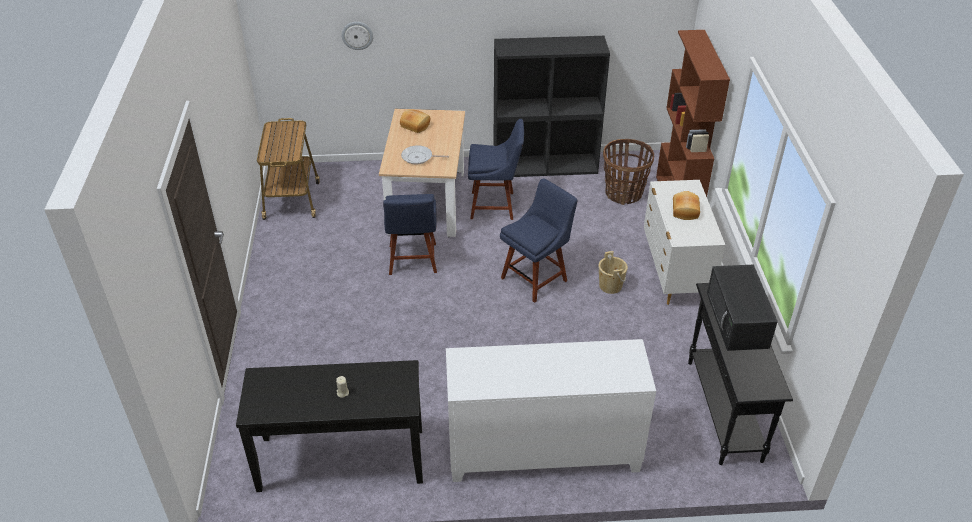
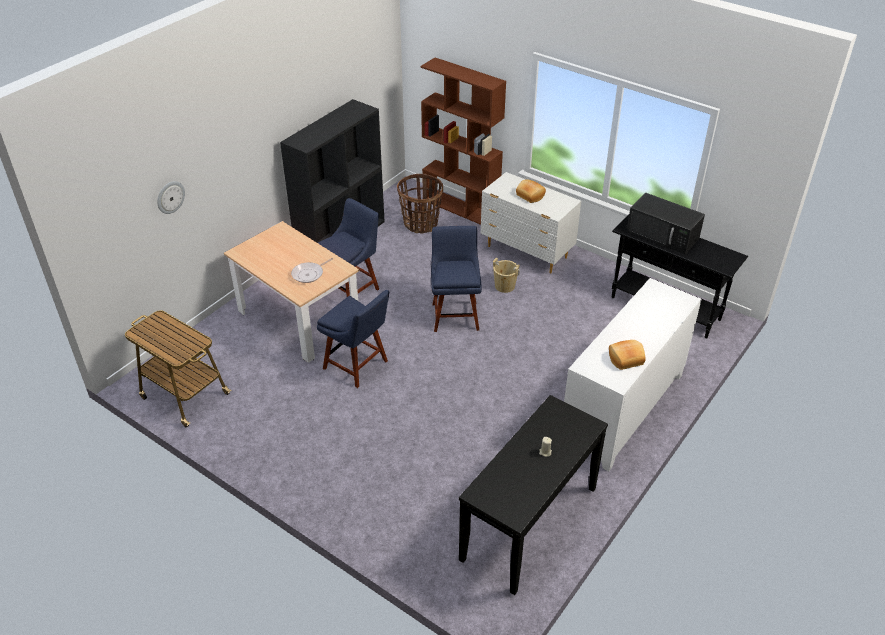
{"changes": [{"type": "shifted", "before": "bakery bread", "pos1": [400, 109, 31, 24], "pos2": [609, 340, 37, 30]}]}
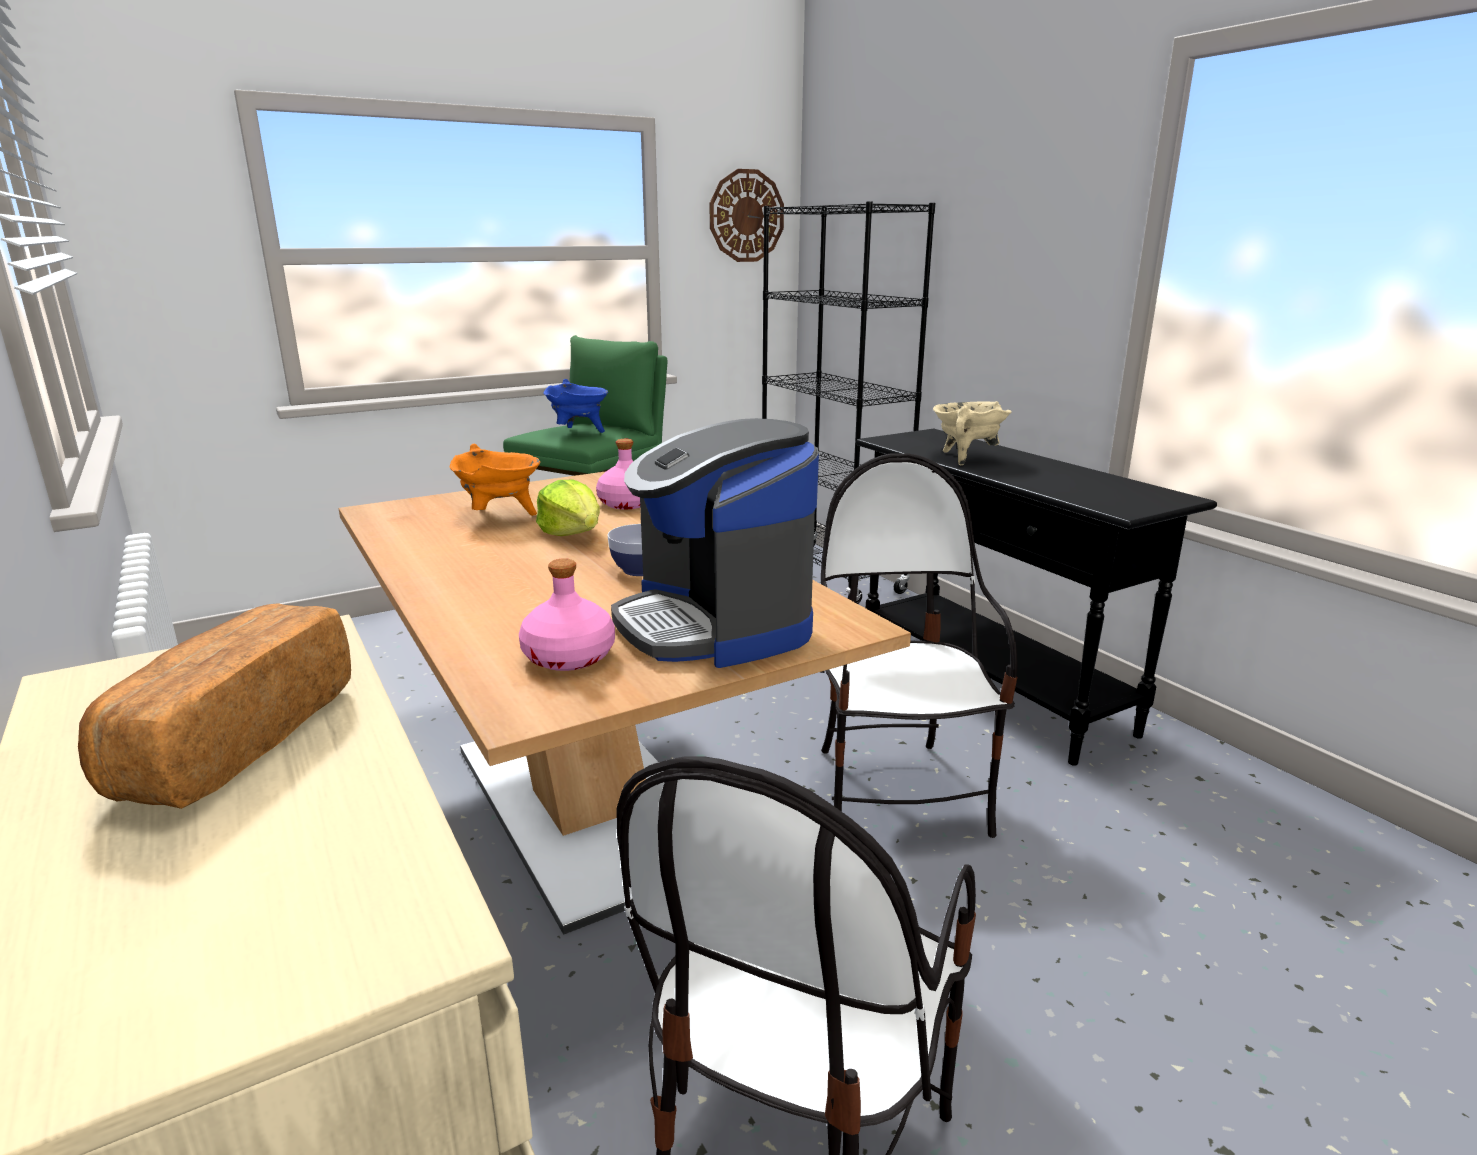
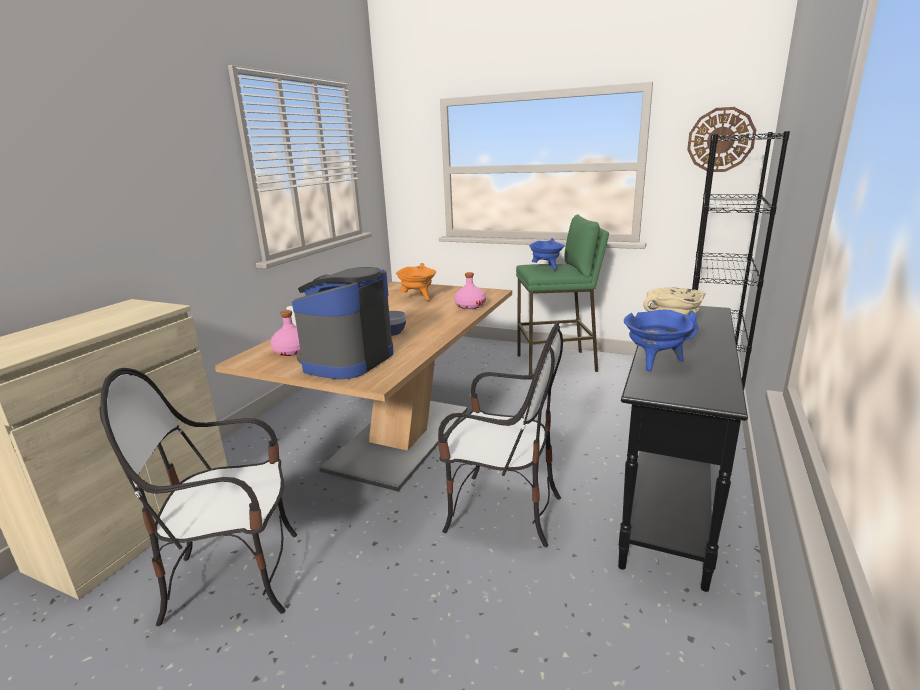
{"changes": [{"type": "gone", "before": "bakery bread", "pos1": [78, 604, 273, 205]}, {"type": "gone", "before": "head of lettuce", "pos1": [536, 479, 64, 57]}, {"type": "rotated", "before": "plain chair", "pos1": [820, 453, 197, 385], "pos2": [438, 322, 125, 225], "turn": 60}, {"type": "new", "after": "blue-coloured cooking pot", "pos2": [624, 309, 74, 63]}]}
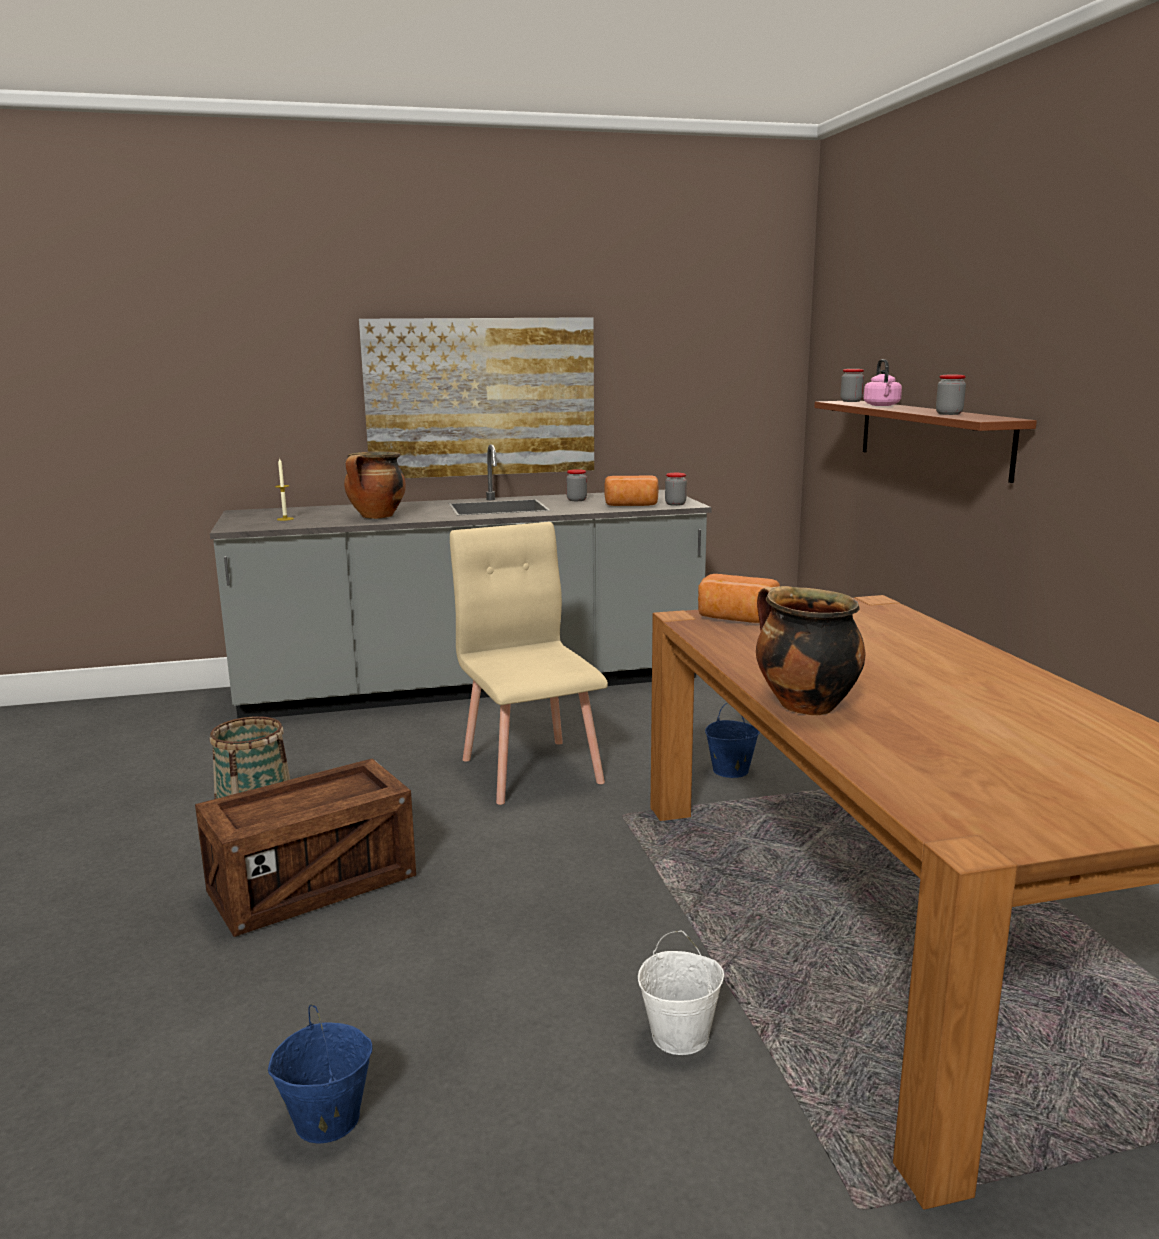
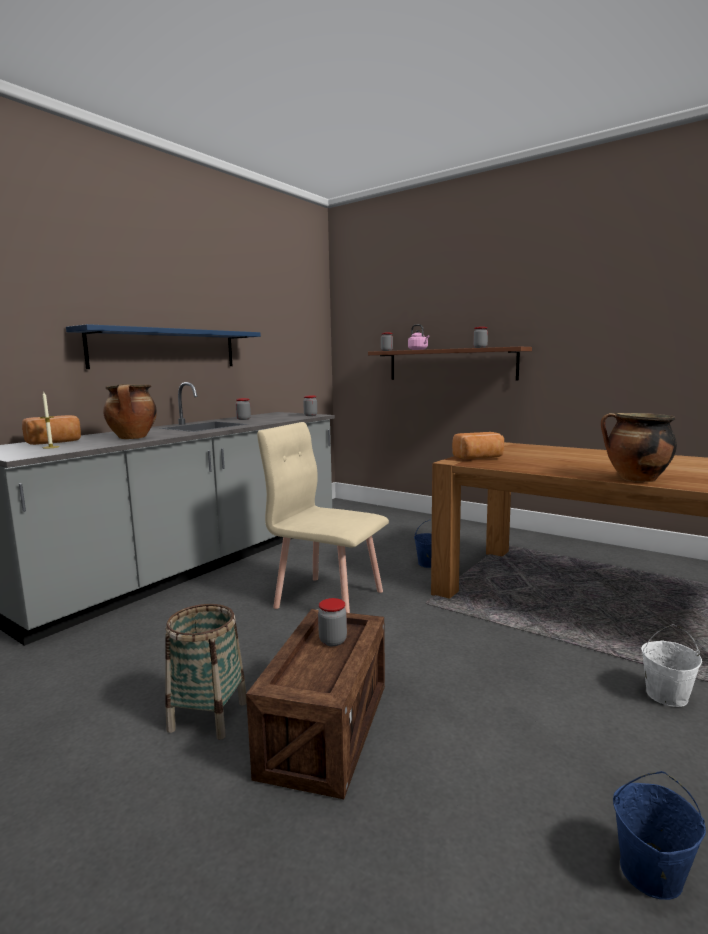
{"changes": [{"type": "swapped", "before": "wall picture", "after": "blue-coloured wall shelf", "pos1": [359, 317, 235, 161], "pos2": [66, 324, 195, 45]}, {"type": "shifted", "before": "bakery bread", "pos1": [605, 475, 54, 31], "pos2": [22, 415, 59, 30]}, {"type": "new", "after": "preserve jar", "pos2": [318, 598, 29, 48]}]}
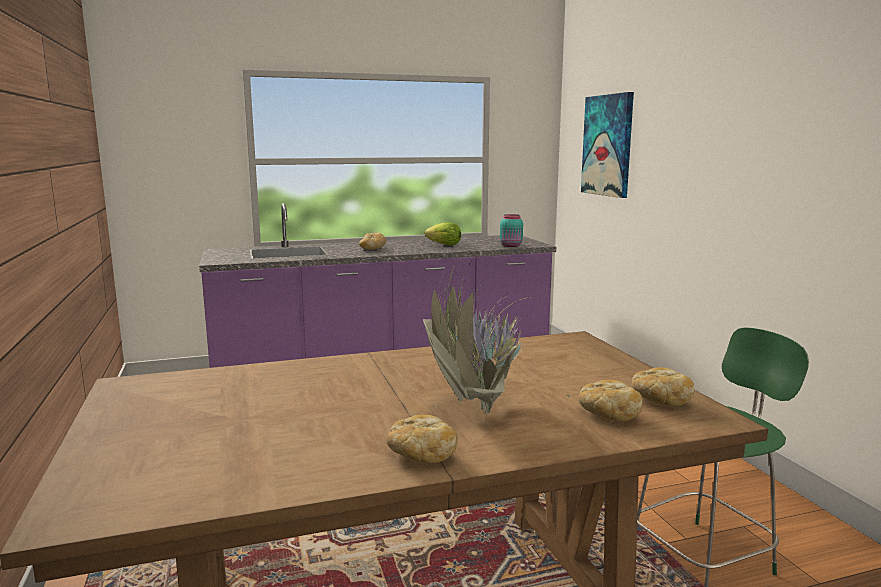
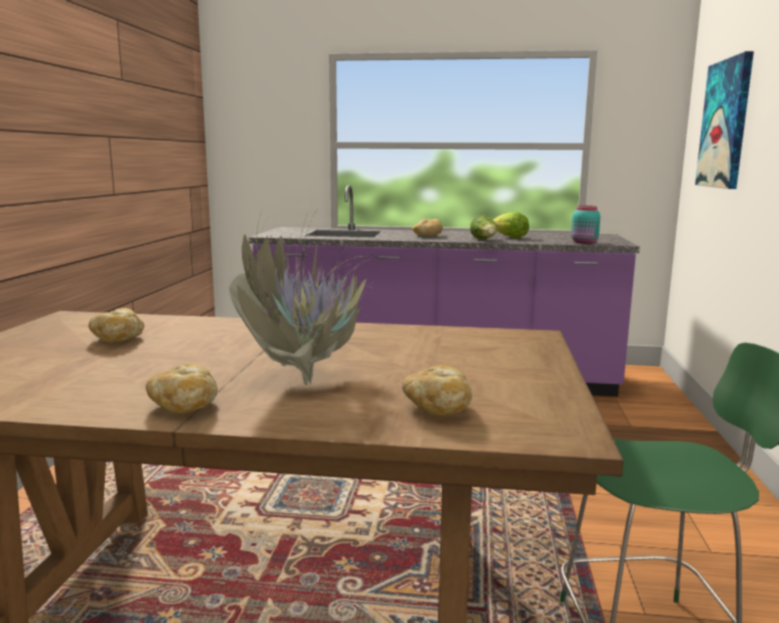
{"changes": [{"type": "shifted", "before": "bakery bread", "pos1": [632, 367, 63, 39], "pos2": [88, 308, 56, 35]}, {"type": "new", "after": "head of lettuce", "pos2": [470, 215, 27, 24]}]}
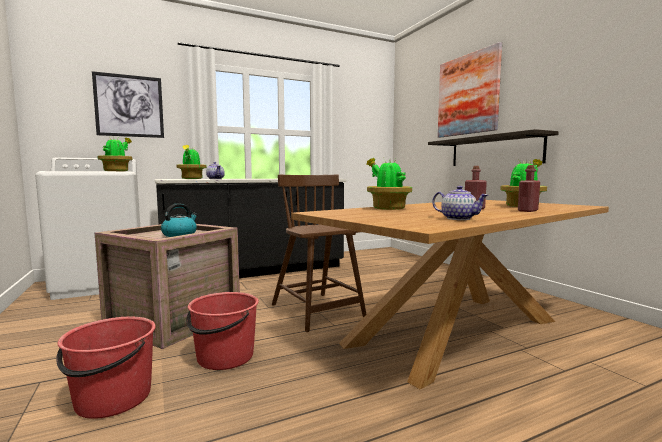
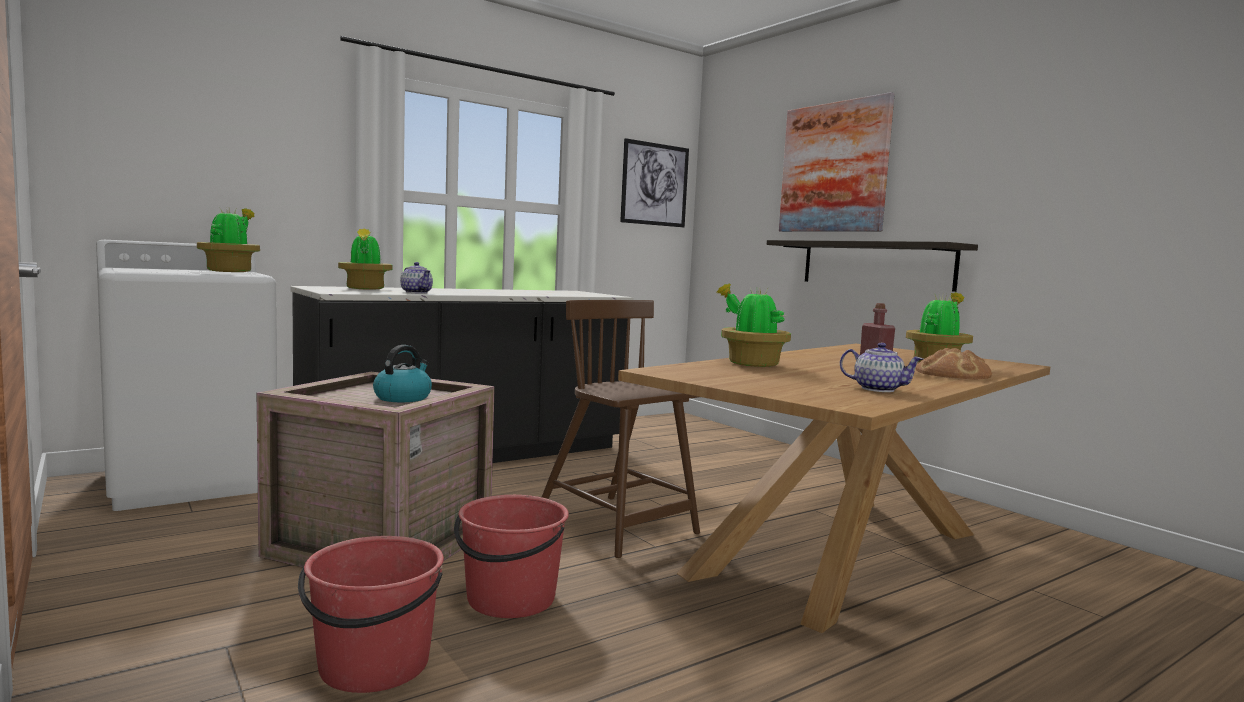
{"changes": [{"type": "shifted", "before": "wall picture", "pos1": [92, 71, 72, 67], "pos2": [620, 138, 69, 89]}, {"type": "swapped", "before": "reddish drink bottle", "after": "bakery bread", "pos1": [518, 165, 22, 47], "pos2": [916, 348, 76, 32]}]}
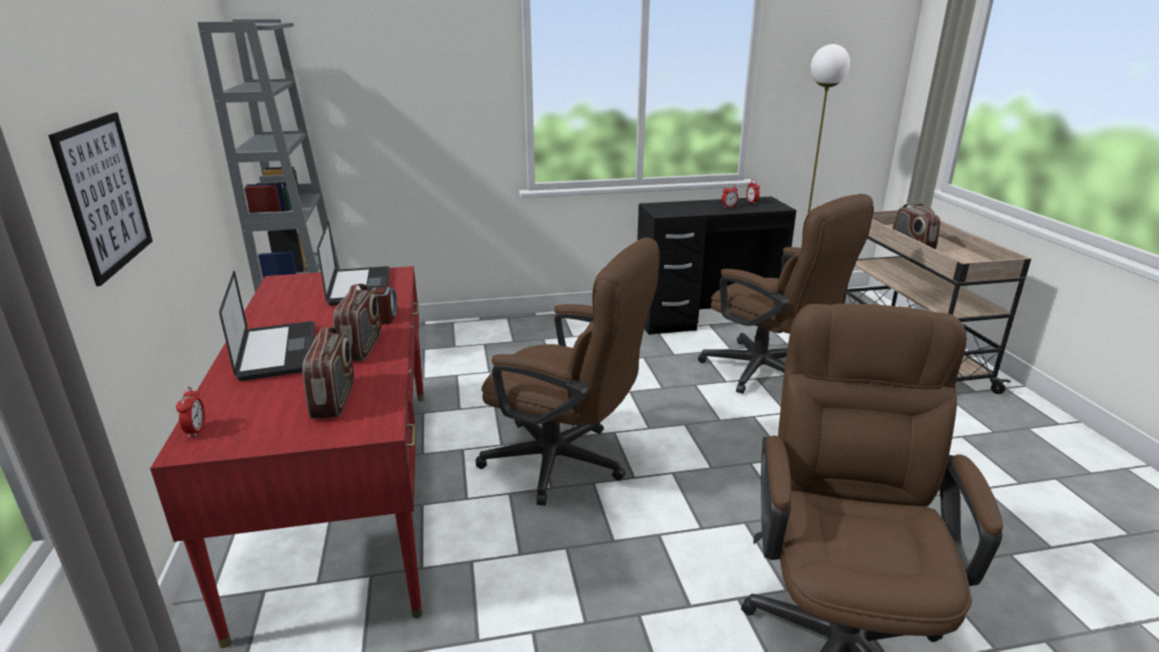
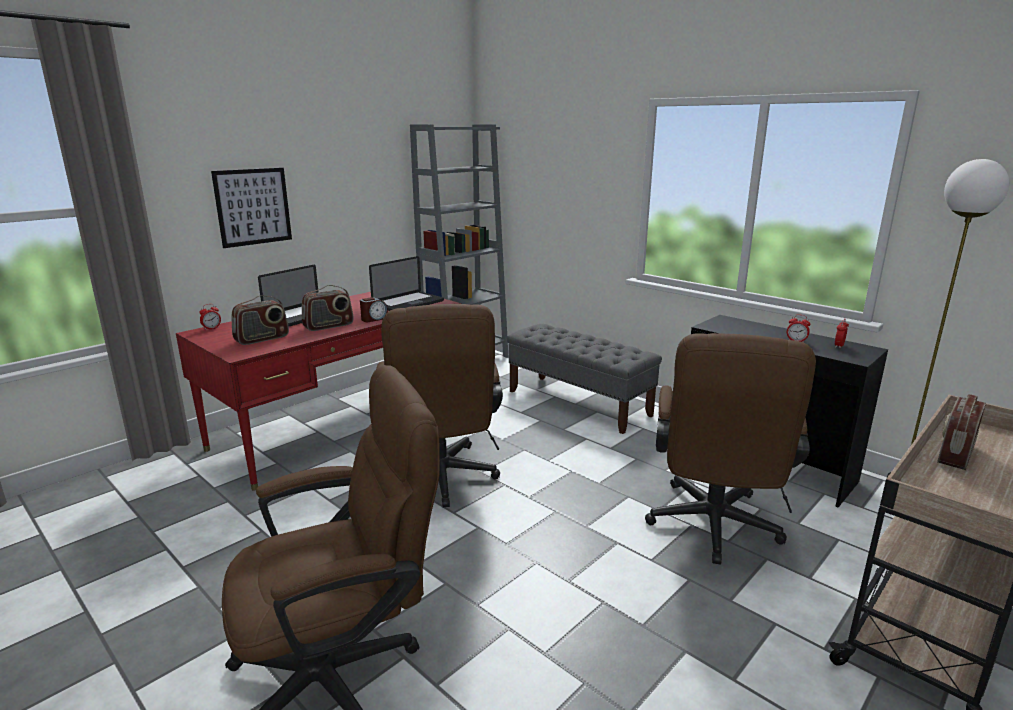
{"changes": [{"type": "new", "after": "grey indoor bench", "pos2": [507, 324, 155, 110]}]}
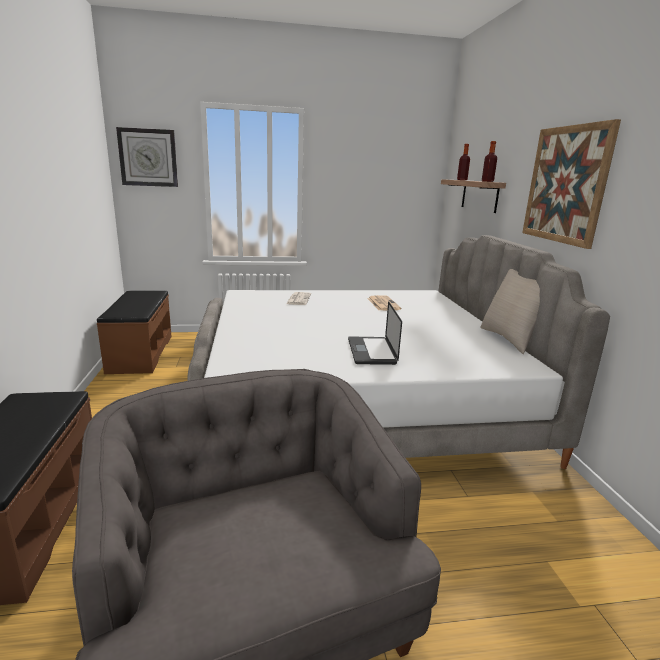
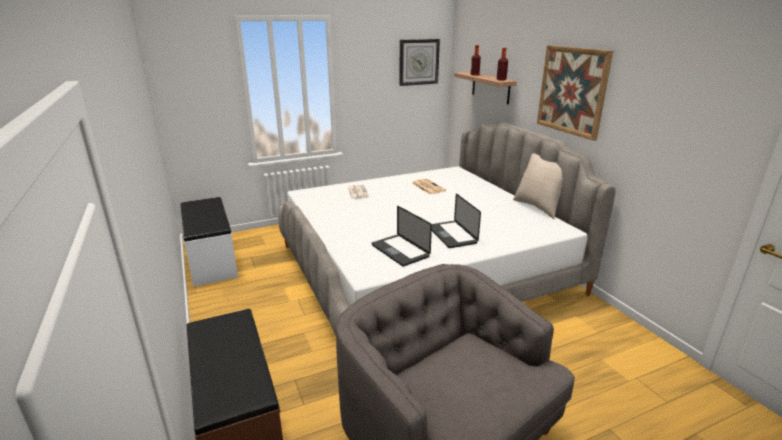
{"changes": [{"type": "repainted", "before": "brown-coloured indoor bench", "after": "white-coloured indoor bench", "pos1": [97, 291, 75, 83], "pos2": [181, 197, 57, 90]}, {"type": "shifted", "before": "wall clock", "pos1": [116, 127, 62, 60], "pos2": [399, 39, 41, 47]}, {"type": "new", "after": "portable computer", "pos2": [372, 206, 60, 61]}]}
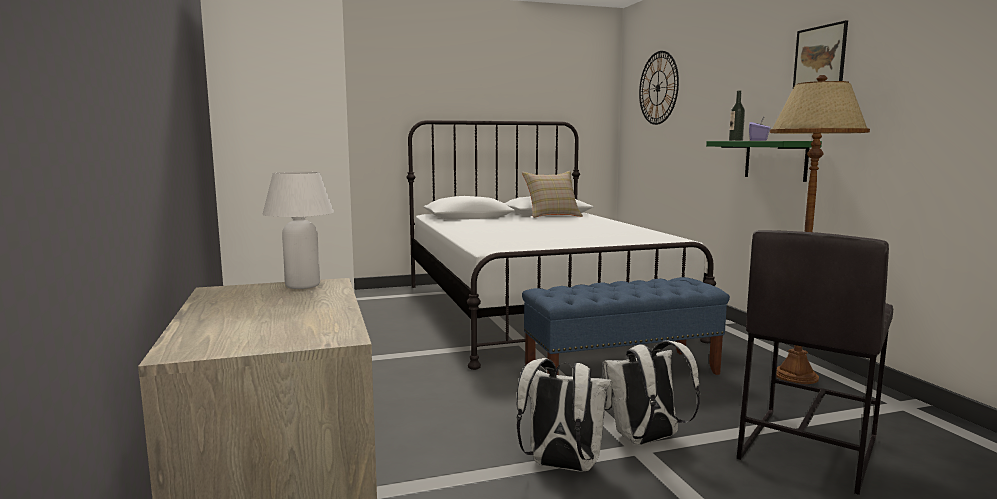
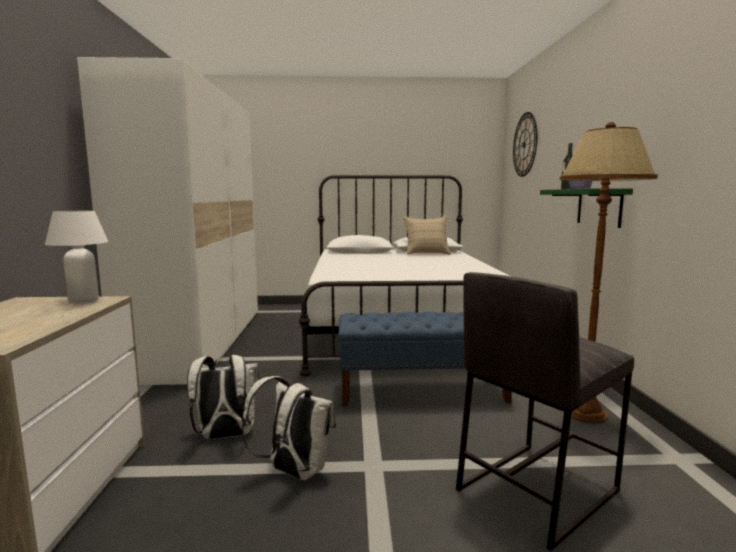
{"changes": [{"type": "shifted", "before": "white-coloured knapsack", "pos1": [603, 340, 97, 105], "pos2": [187, 355, 72, 84]}, {"type": "gone", "before": "wall picture", "pos1": [793, 20, 55, 68]}]}
